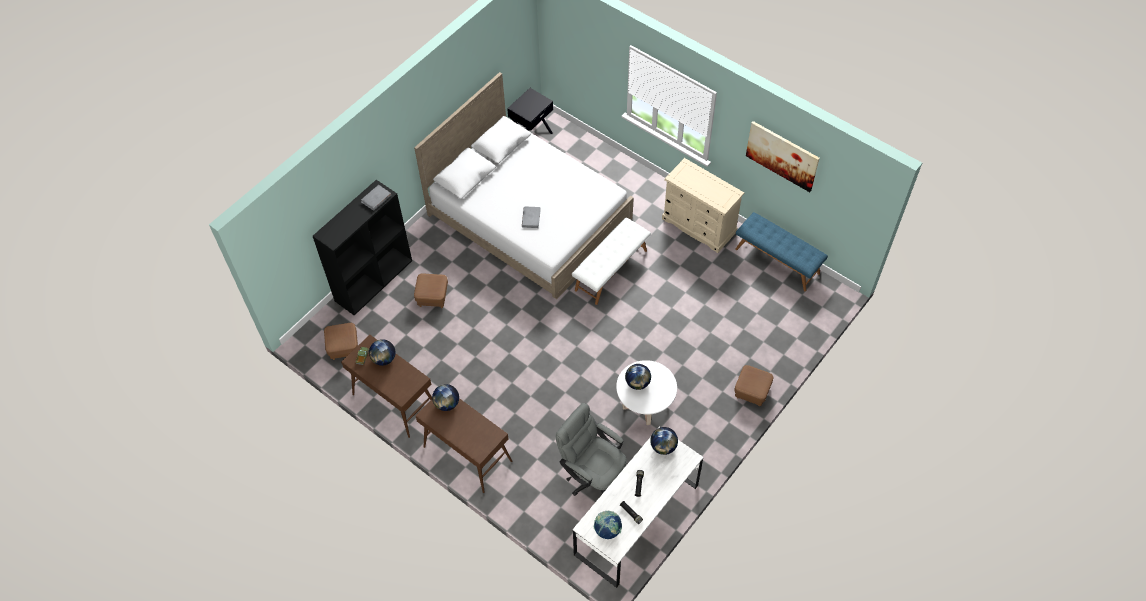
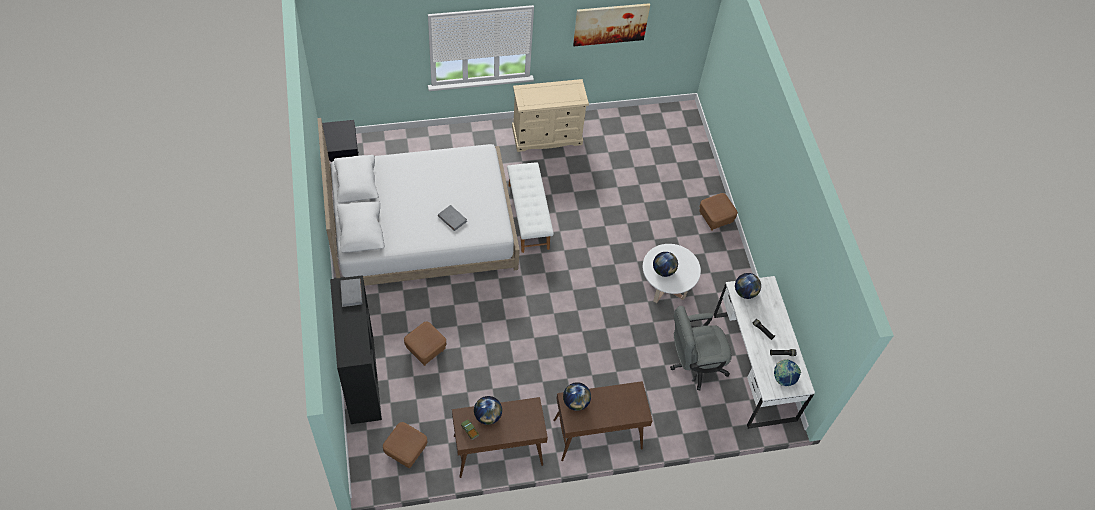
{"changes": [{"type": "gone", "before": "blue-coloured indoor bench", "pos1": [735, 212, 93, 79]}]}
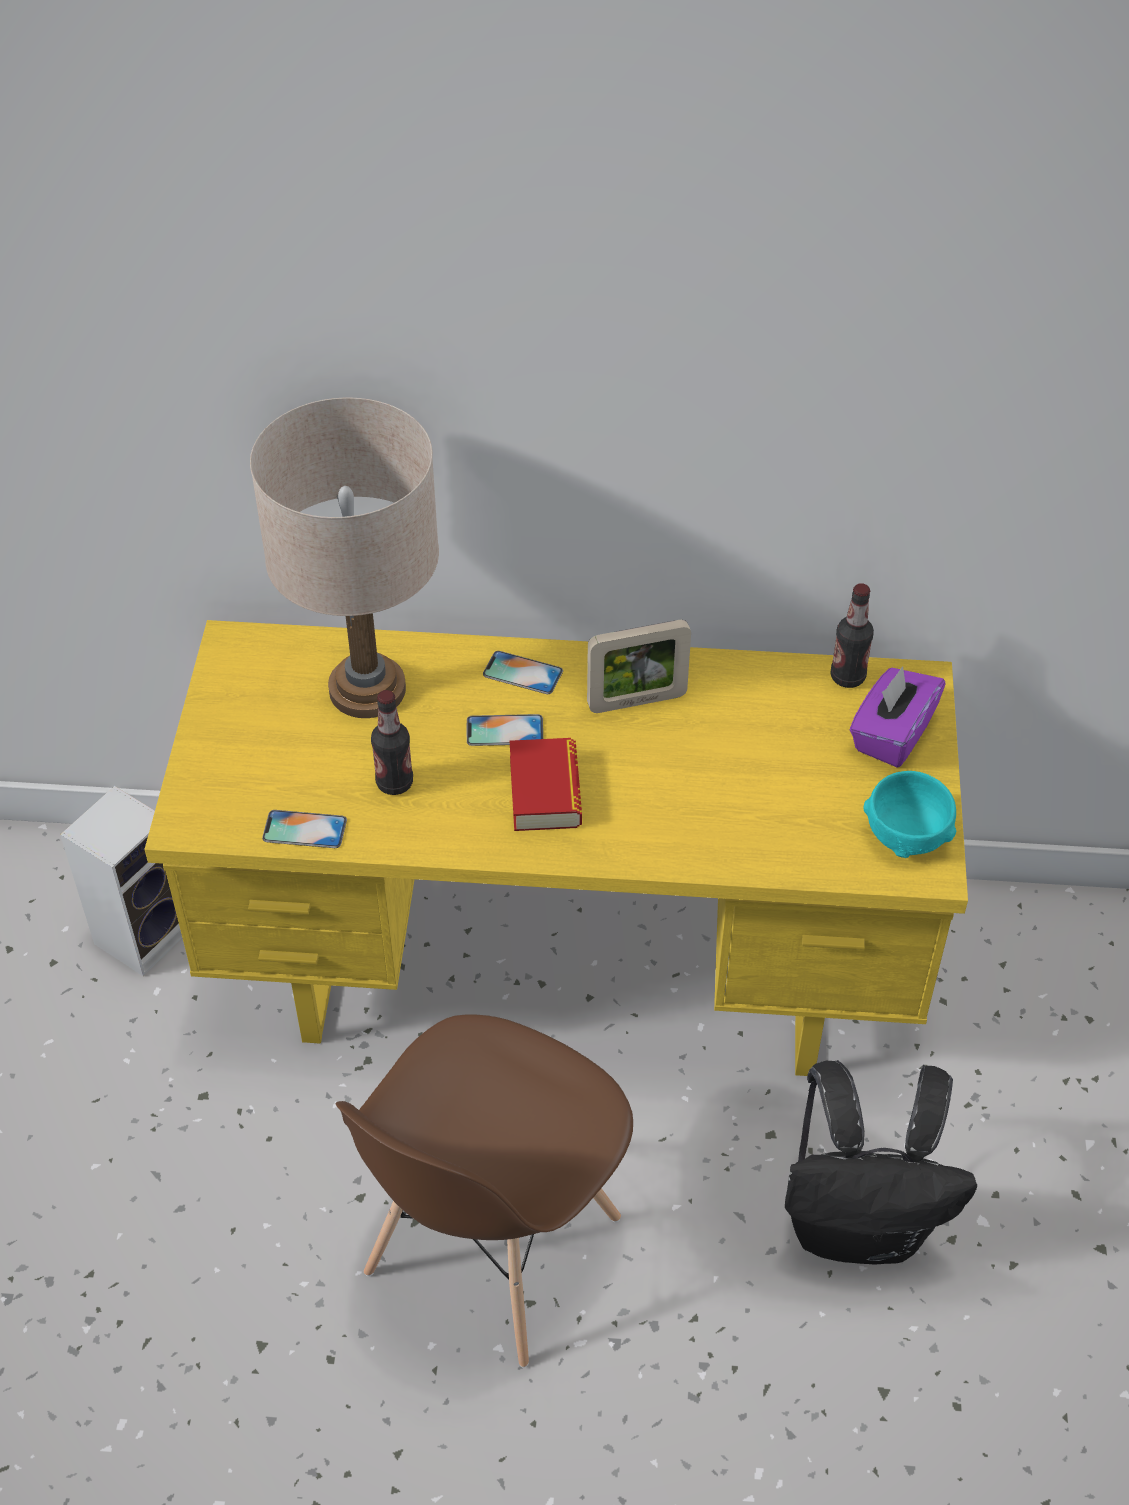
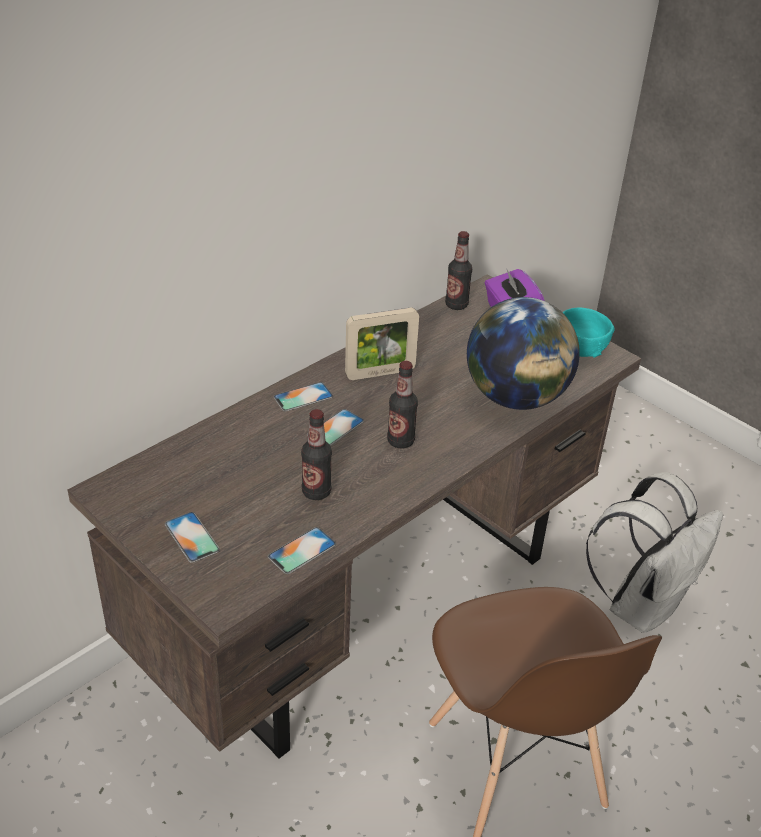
{"changes": [{"type": "gone", "before": "loudspeaker", "pos1": [60, 786, 122, 190]}, {"type": "repainted", "before": "yellow-coloured desk unit", "after": "brown-coloured desk unit", "pos1": [144, 620, 824, 456], "pos2": [68, 274, 573, 485]}, {"type": "gone", "before": "beige-coloured table lamp", "pos1": [250, 398, 189, 320]}, {"type": "swapped", "before": "volume", "after": "drink bottle", "pos1": [510, 738, 72, 93], "pos2": [387, 361, 31, 88]}, {"type": "rotated", "before": "standing frame", "pos1": [587, 620, 104, 93], "pos2": [345, 308, 74, 72], "turn": 45}, {"type": "repainted", "before": "blackish knapsack", "after": "white-coloured knapsack", "pos1": [785, 1060, 192, 205], "pos2": [586, 472, 137, 161]}, {"type": "new", "after": "telephone", "pos2": [165, 512, 55, 51]}, {"type": "new", "after": "desk globe", "pos2": [467, 297, 113, 113]}]}
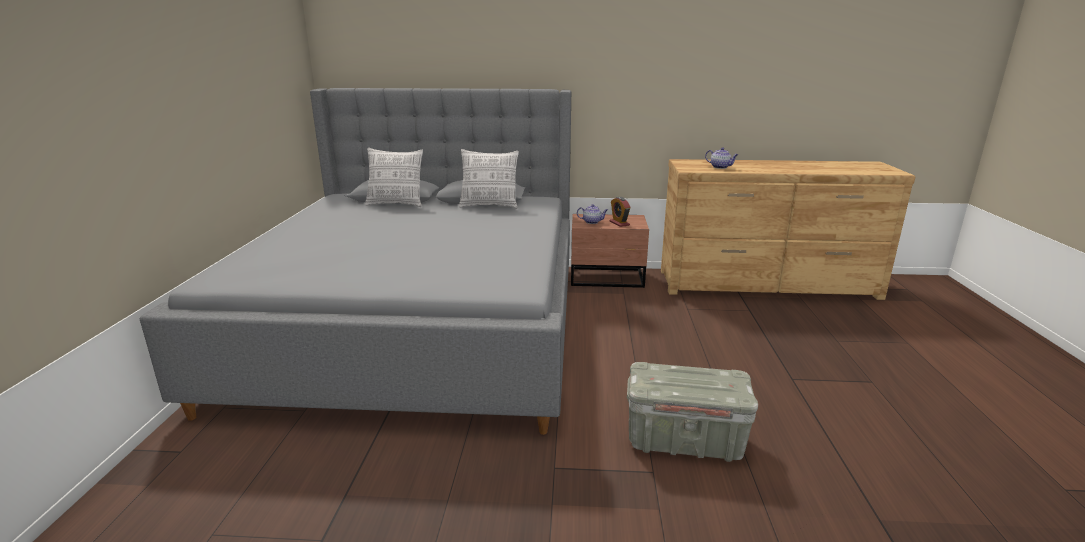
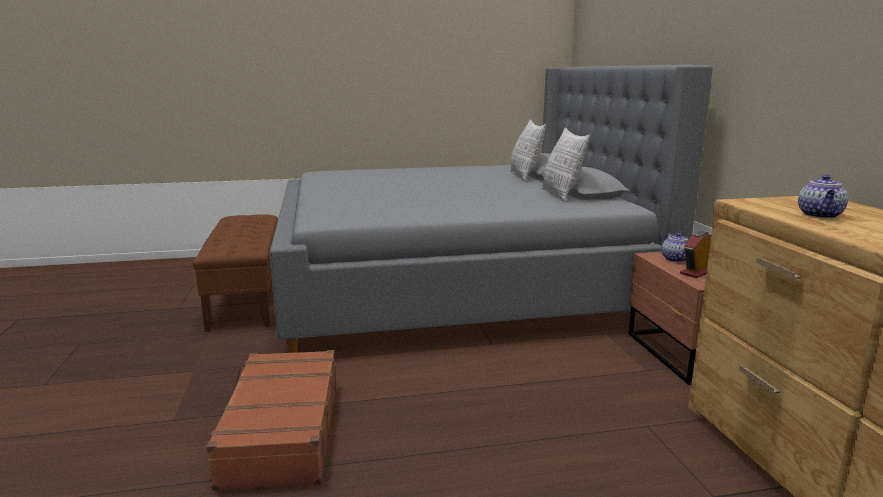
{"changes": [{"type": "swapped", "before": "grey storage container", "after": "brown-coloured travel case", "pos1": [627, 362, 131, 100], "pos2": [206, 350, 130, 141]}, {"type": "new", "after": "brown-coloured indoor bench", "pos2": [193, 215, 85, 117]}]}
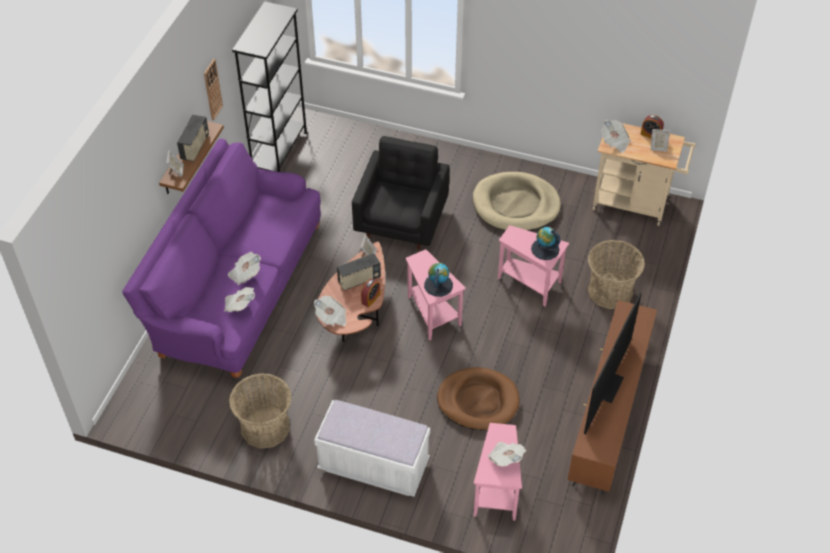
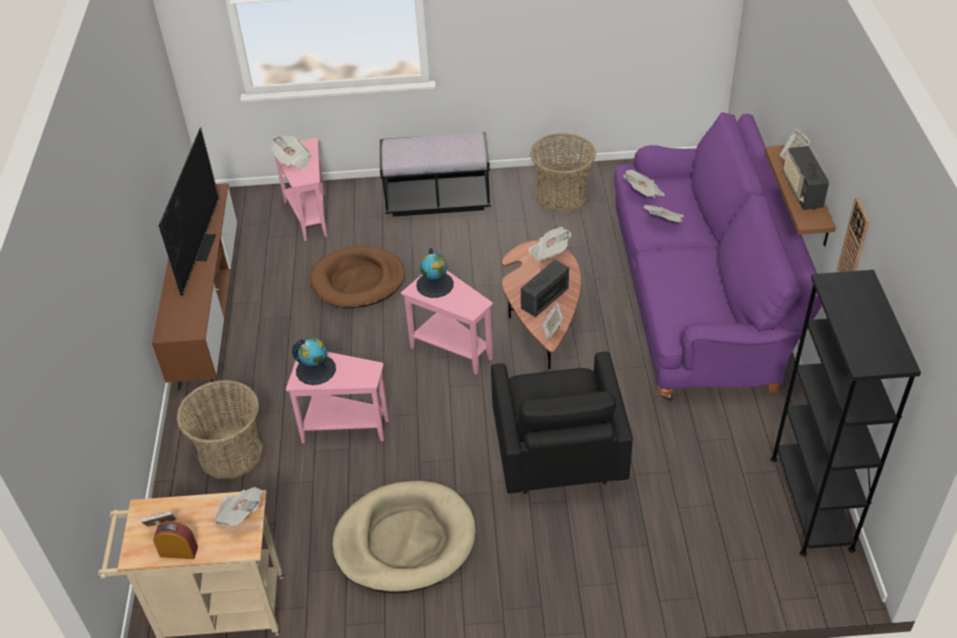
{"changes": [{"type": "repainted", "before": "white-coloured indoor bench", "after": "blackish indoor bench", "pos1": [314, 400, 116, 97], "pos2": [380, 132, 111, 85]}, {"type": "gone", "before": "table clock", "pos1": [361, 279, 19, 29]}]}
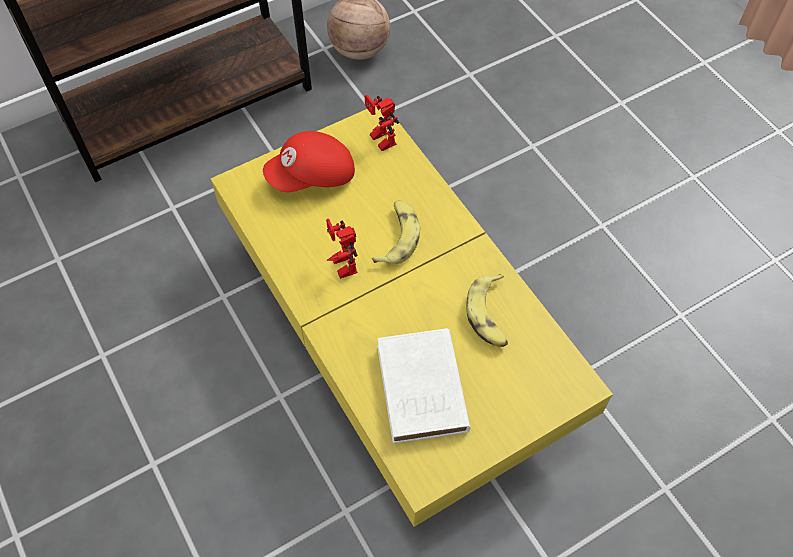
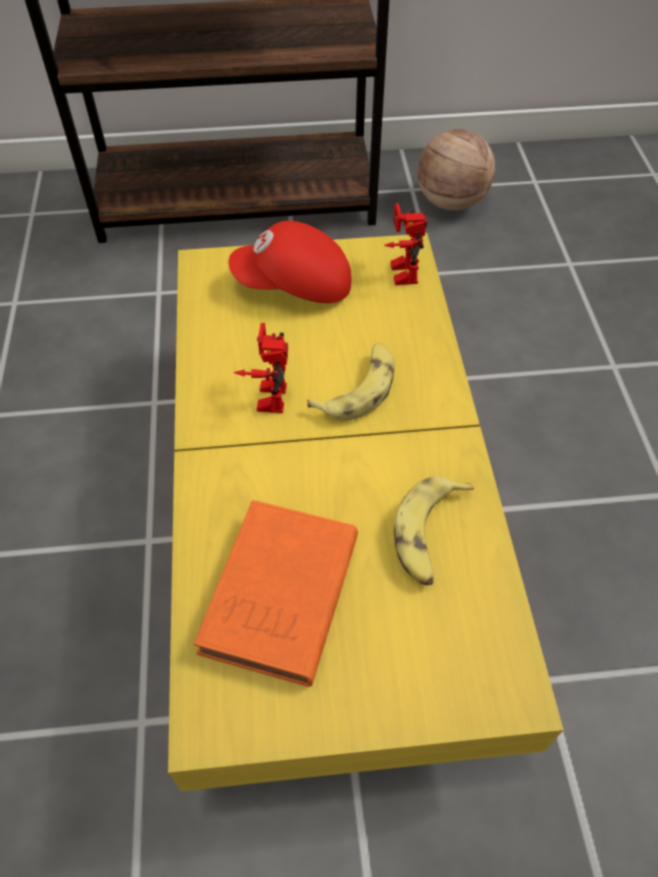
{"changes": [{"type": "repainted", "before": "white-coloured volume", "after": "orange volume", "pos1": [377, 328, 93, 115], "pos2": [193, 500, 165, 187]}]}
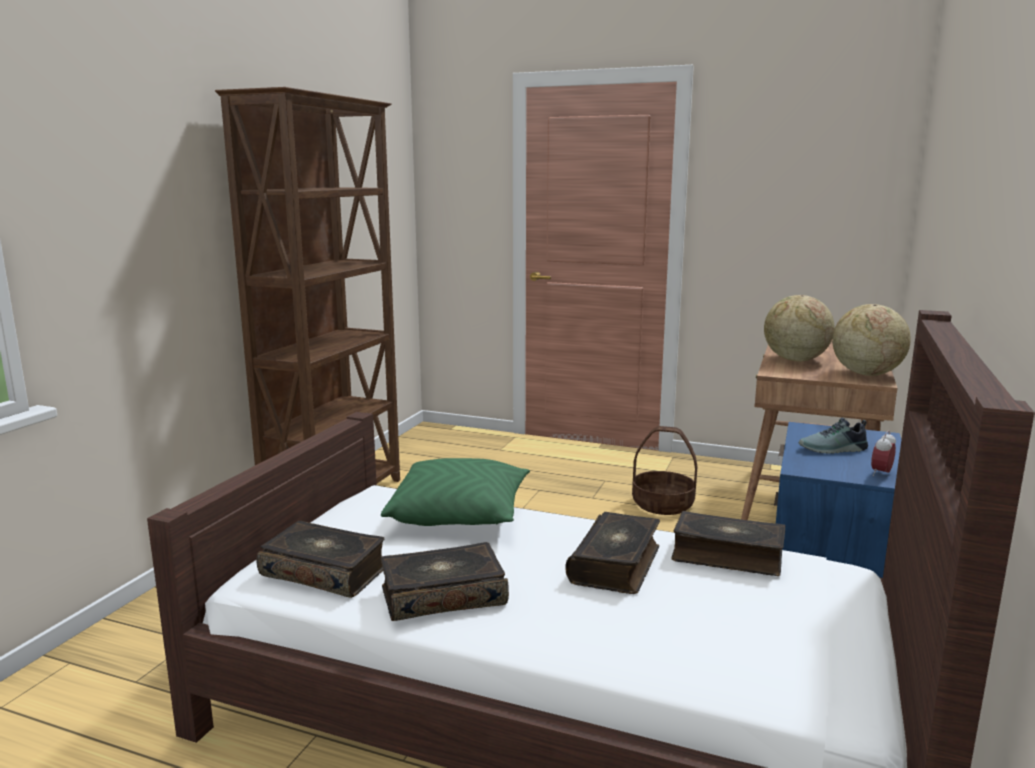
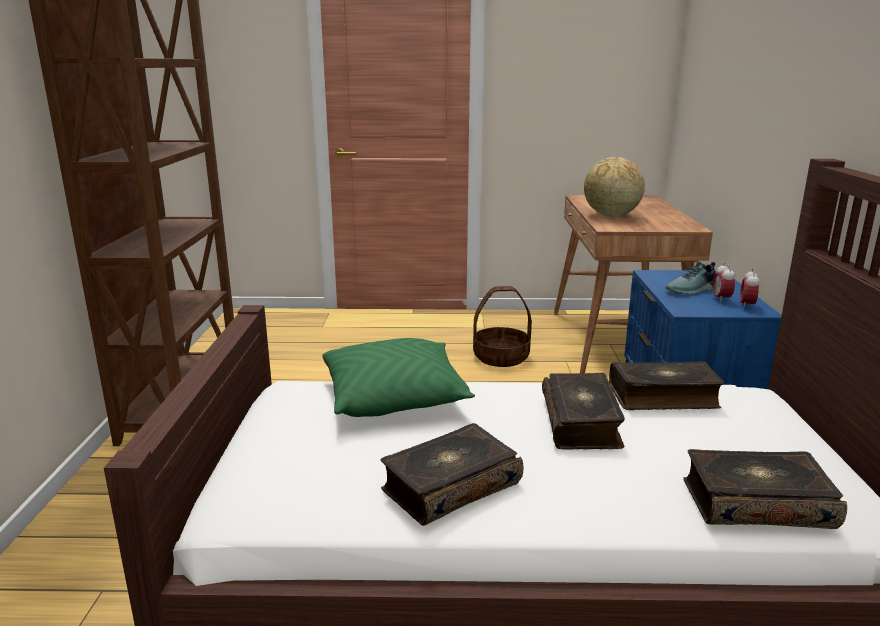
{"changes": [{"type": "shifted", "before": "volume", "pos1": [256, 521, 129, 77], "pos2": [683, 449, 164, 80]}, {"type": "gone", "before": "desk globe", "pos1": [832, 304, 79, 72]}, {"type": "new", "after": "table clock", "pos2": [712, 262, 23, 41]}]}
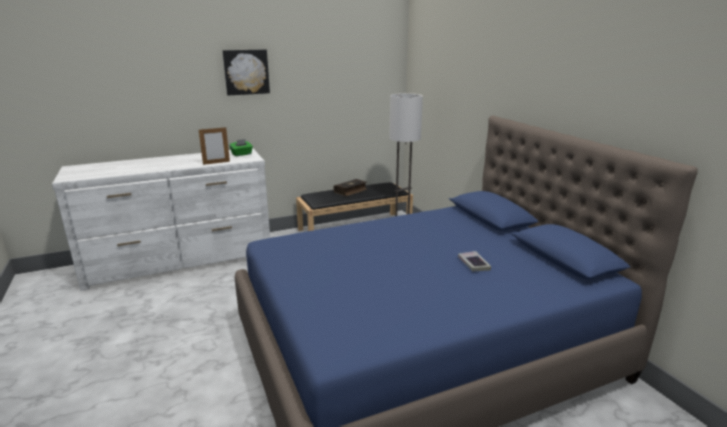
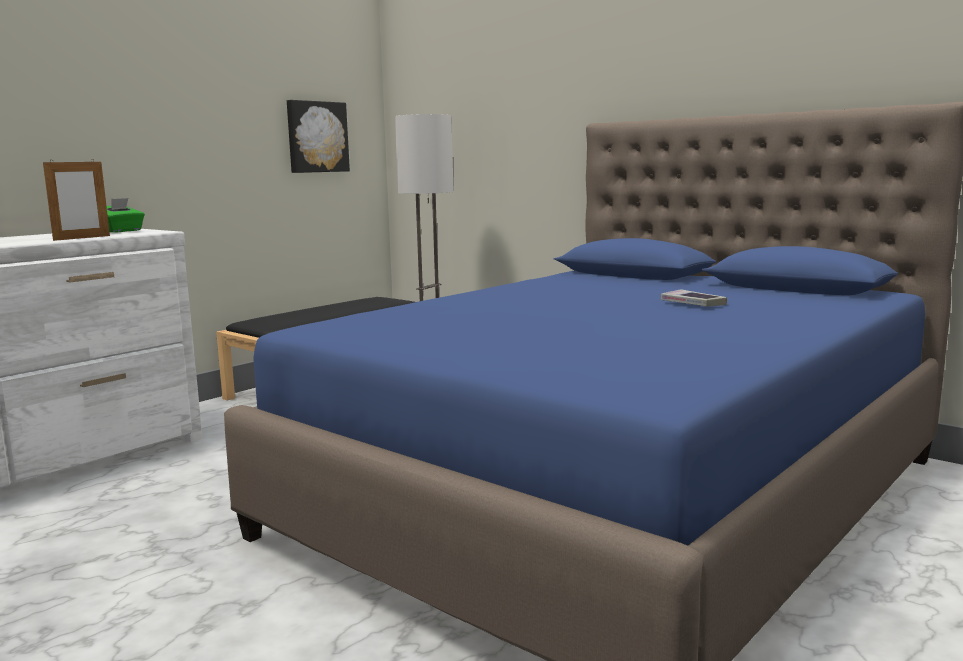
{"changes": [{"type": "shifted", "before": "wall picture", "pos1": [222, 49, 48, 46], "pos2": [287, 100, 63, 73]}, {"type": "gone", "before": "volume", "pos1": [333, 179, 34, 17]}]}
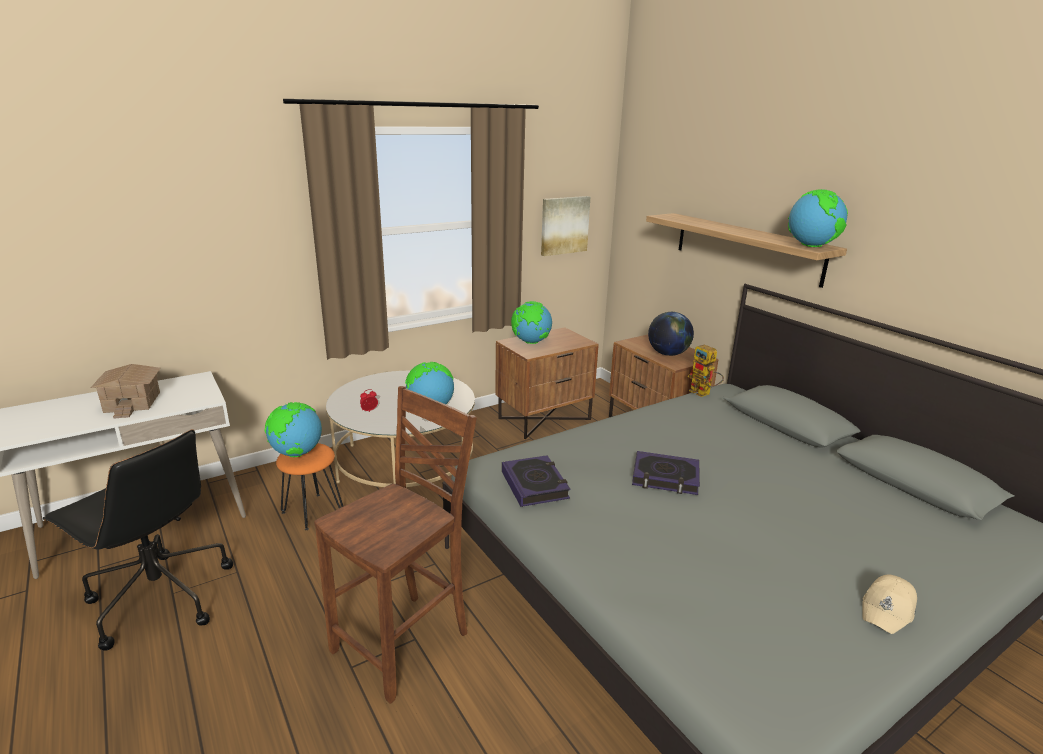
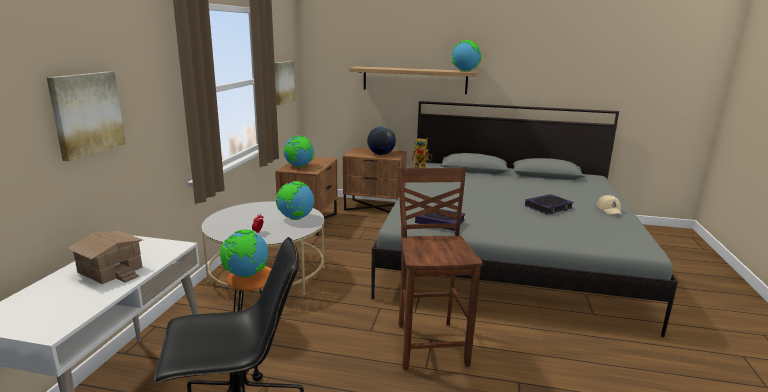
{"changes": [{"type": "shifted", "before": "volume", "pos1": [632, 451, 68, 44], "pos2": [525, 194, 49, 20]}, {"type": "new", "after": "wall picture", "pos2": [47, 71, 78, 90]}]}
